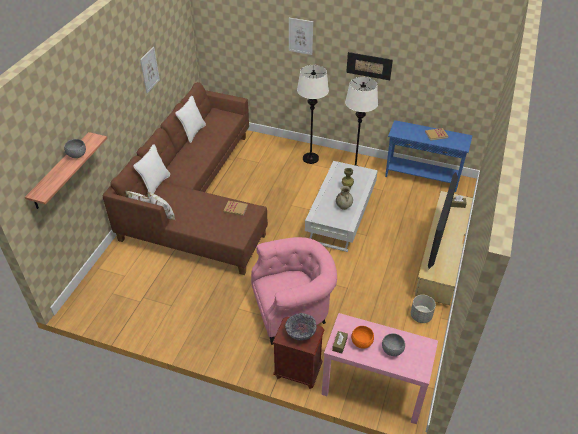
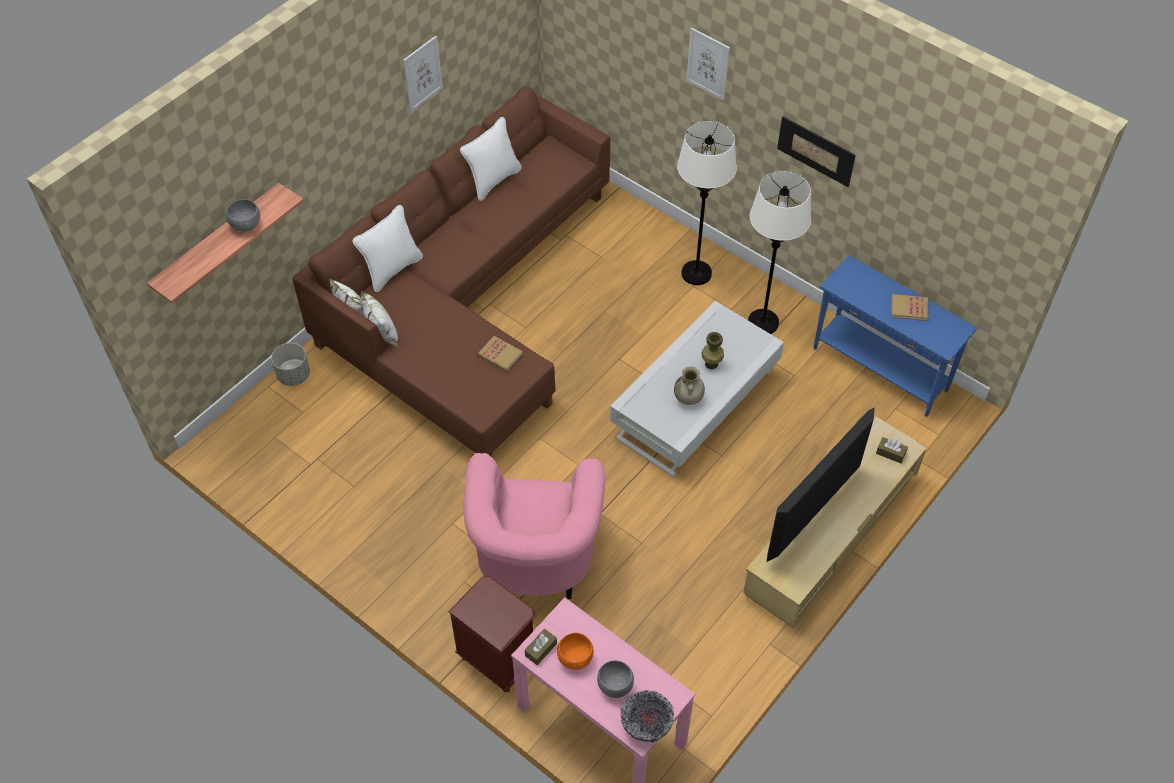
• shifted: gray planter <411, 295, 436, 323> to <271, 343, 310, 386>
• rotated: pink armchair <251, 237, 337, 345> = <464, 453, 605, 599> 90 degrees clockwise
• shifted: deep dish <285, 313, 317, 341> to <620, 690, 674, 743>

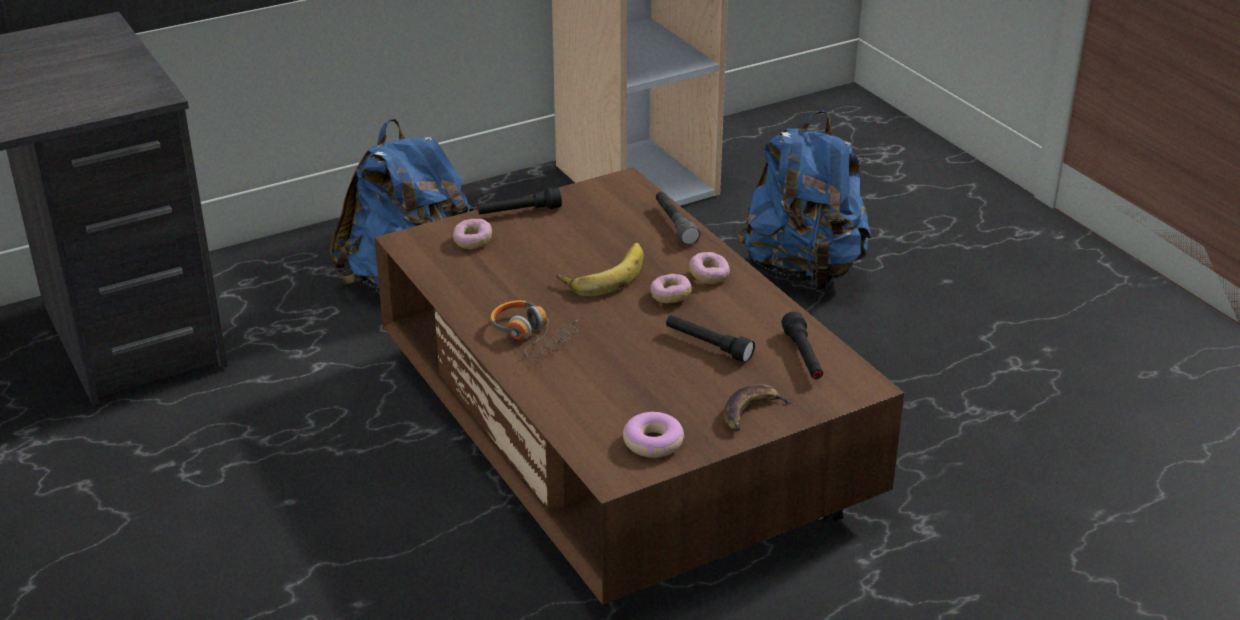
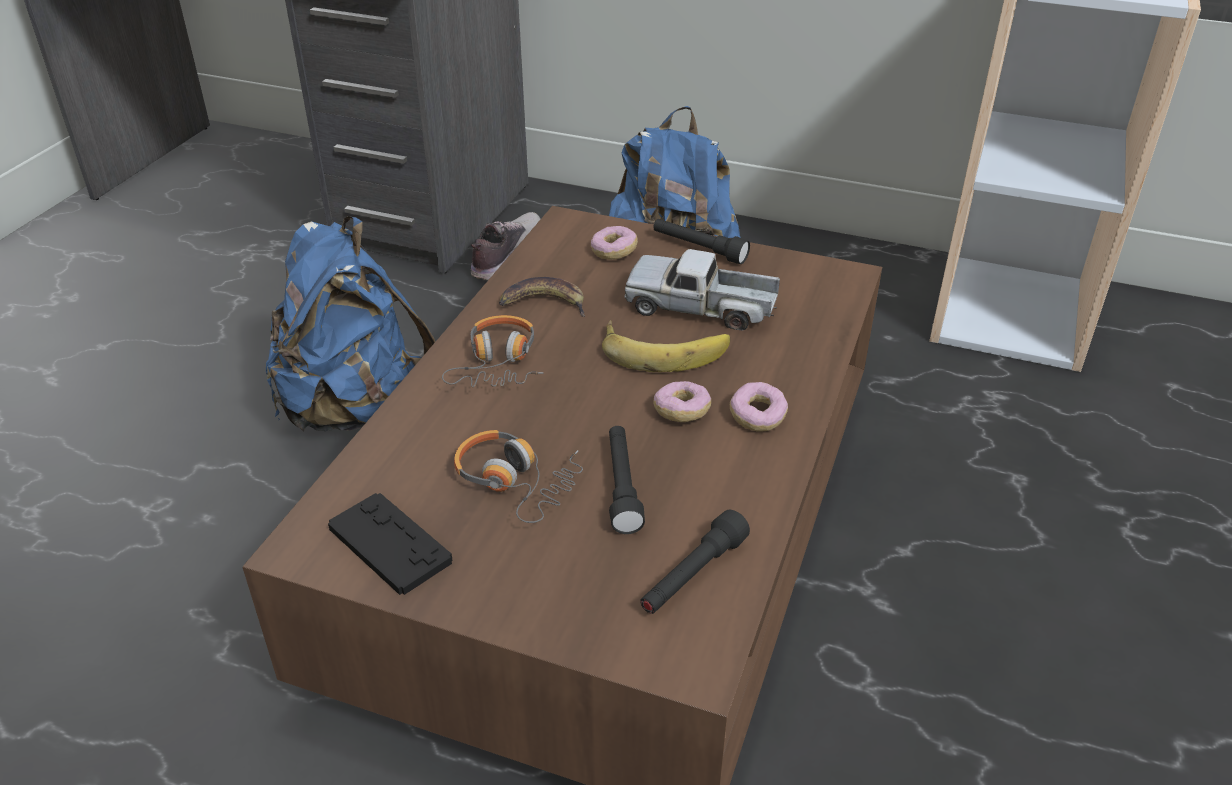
• shifted: bluish knapsack <736, 111, 872, 291> to <266, 216, 436, 431>
• swapped: doughnut <623, 412, 685, 458> to black joypad <328, 493, 452, 595>
• new: headset <454, 430, 583, 523>
• new: item of footwear <471, 212, 540, 280>
• shifted: banana fruit <724, 384, 794, 431> to <499, 277, 585, 317>
• new: toy truck <624, 249, 780, 330>
• gone: gray torch <656, 192, 700, 245>

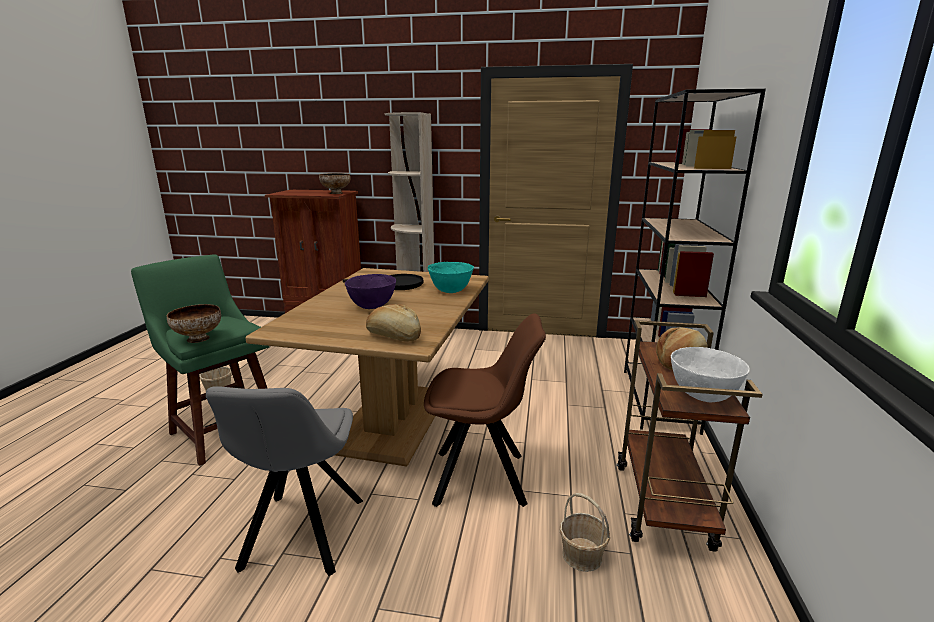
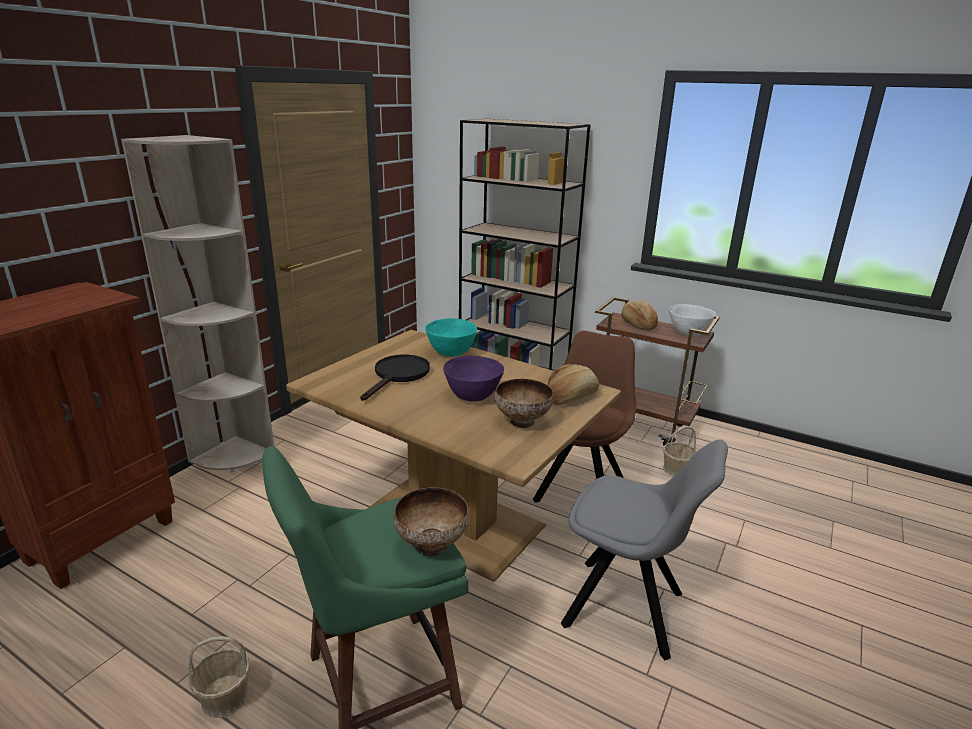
• shifted: deep dish <319, 173, 351, 194> to <495, 379, 554, 428>

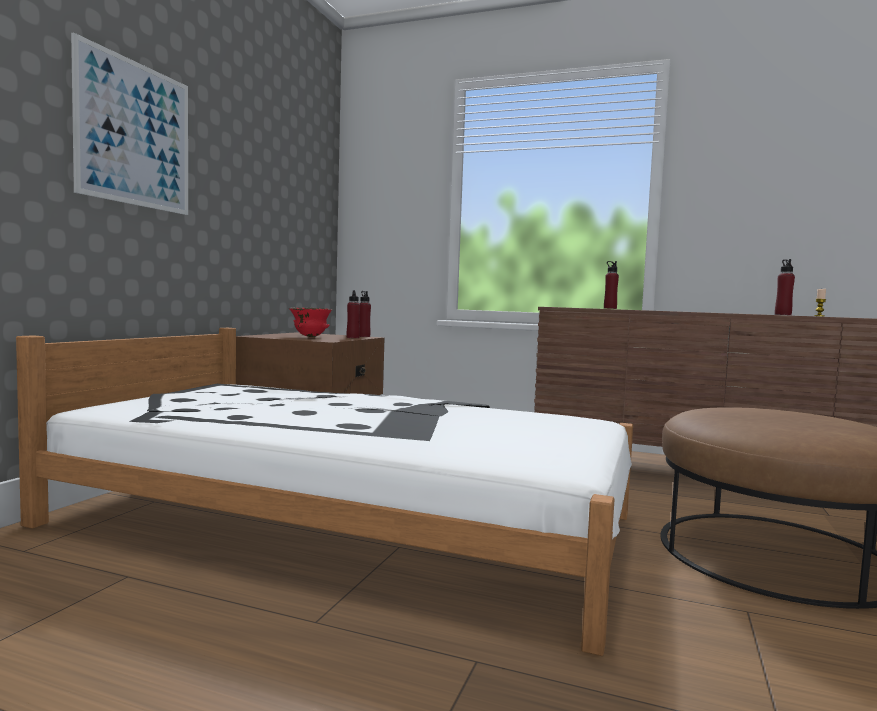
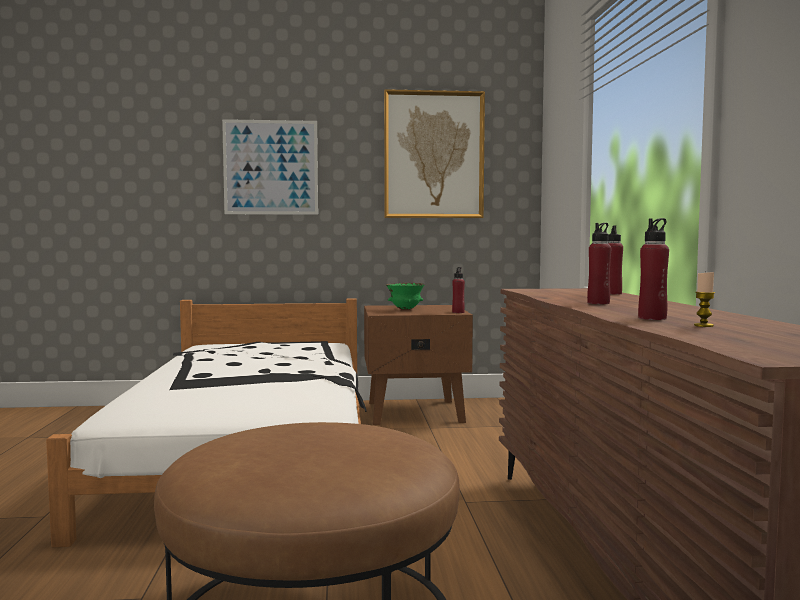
• new: wall art <384, 89, 485, 218>
• repainted: red deep dish <289, 307, 332, 337> to green-coloured deep dish <386, 283, 425, 310>
• shifted: red beverage bottle <347, 290, 360, 338> to <587, 223, 611, 304>

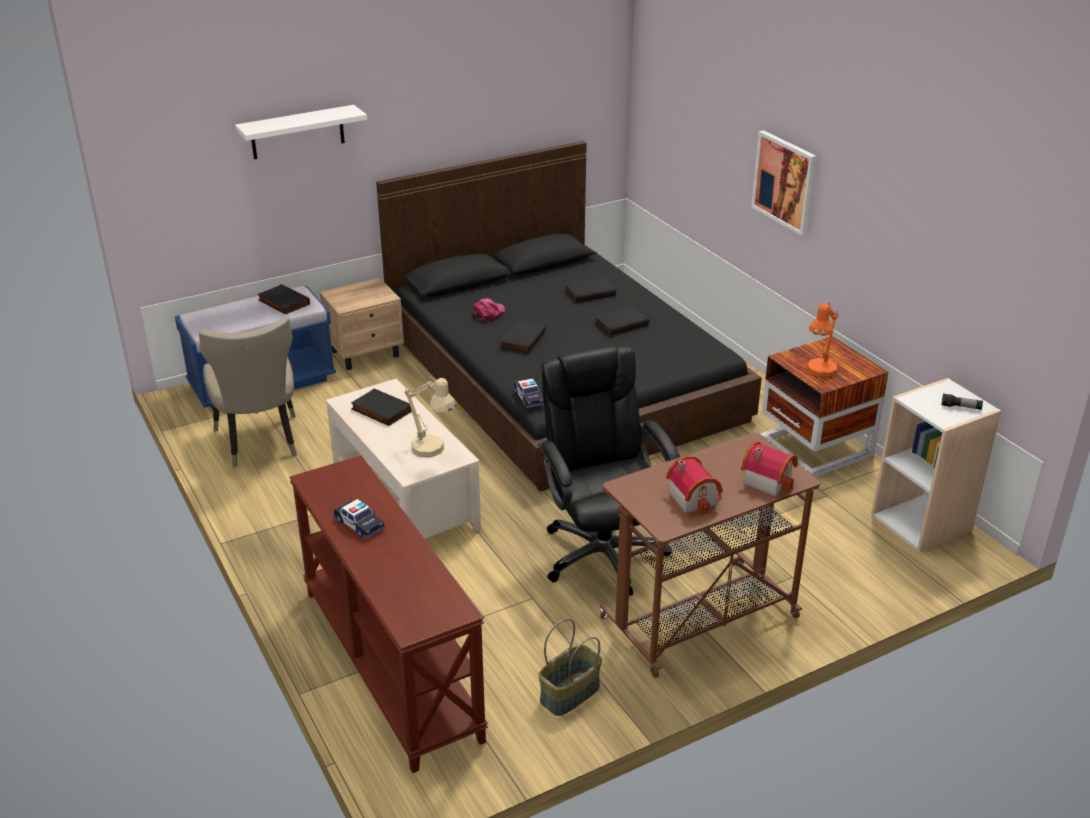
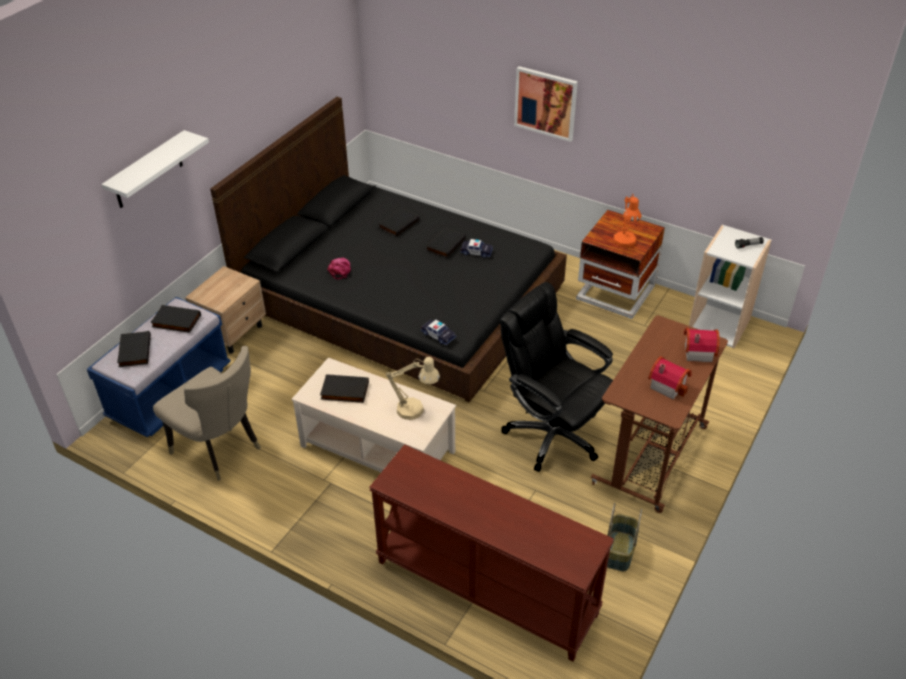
• shifted: black volume <500, 321, 546, 353> to <117, 331, 151, 367>
• shifted: toy car <333, 499, 385, 539> to <460, 239, 493, 258>

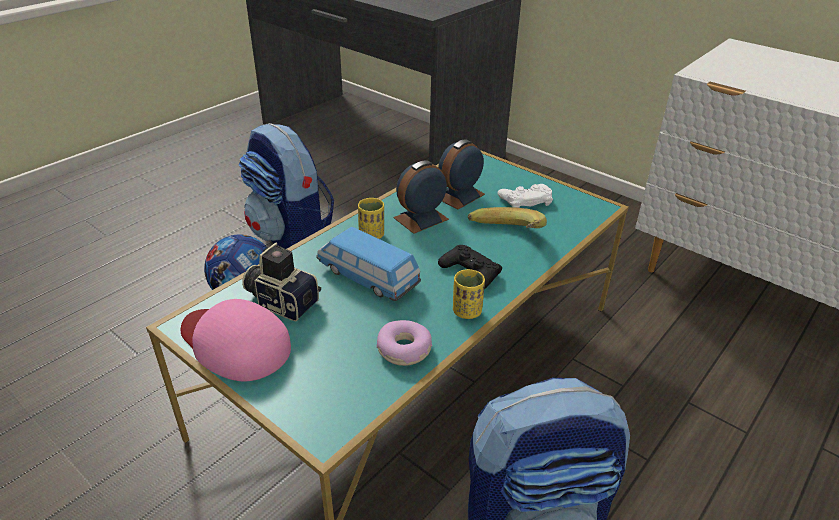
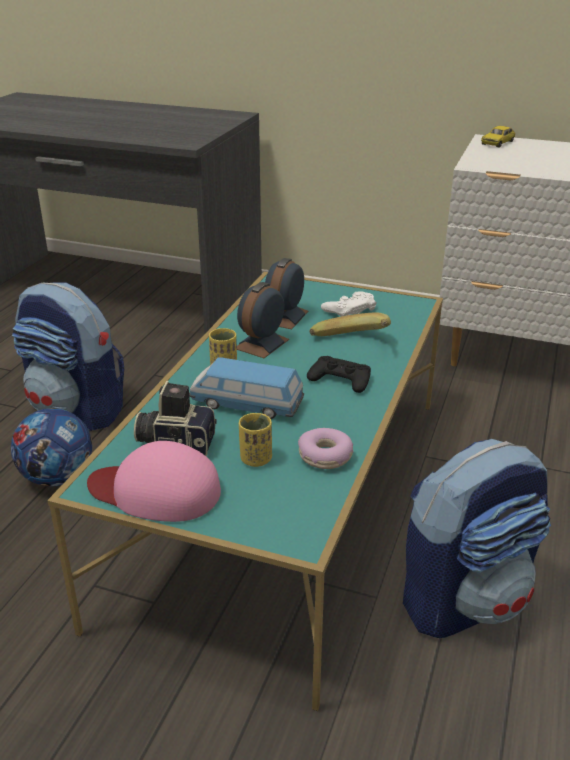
• shifted: yellowish drinking cup <453, 269, 485, 319> to <239, 413, 272, 467>
• new: toy car <481, 126, 515, 148>

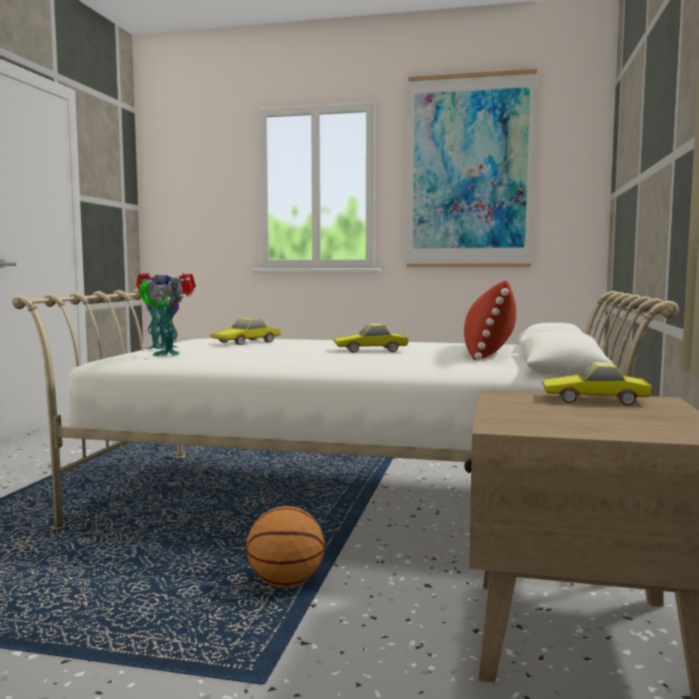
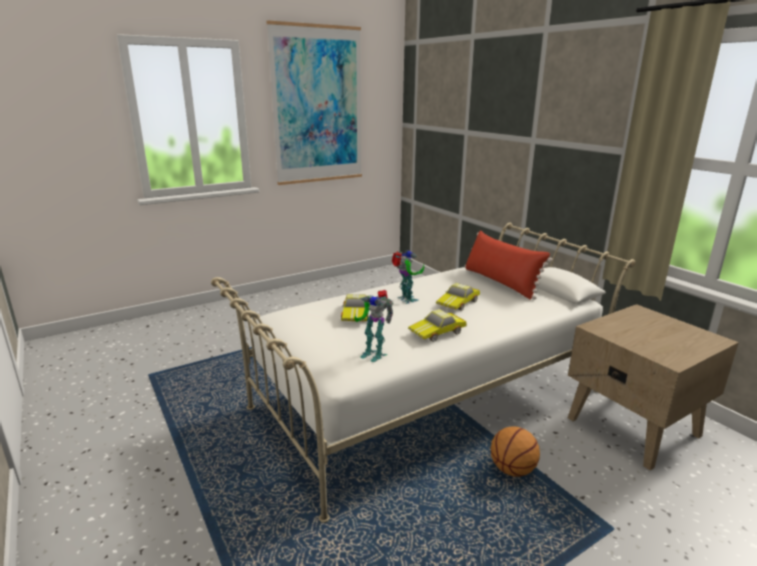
• shifted: model robot <136, 273, 177, 349> to <392, 250, 424, 304>
• shifted: toy car <542, 362, 652, 406> to <408, 309, 467, 342>

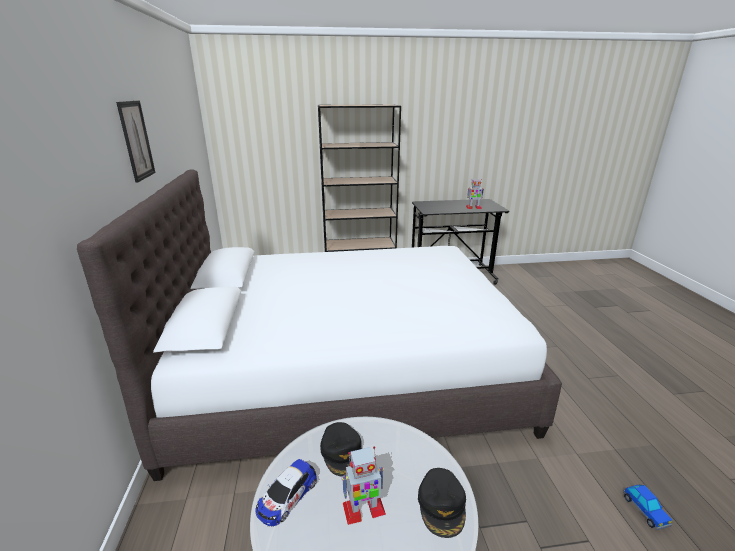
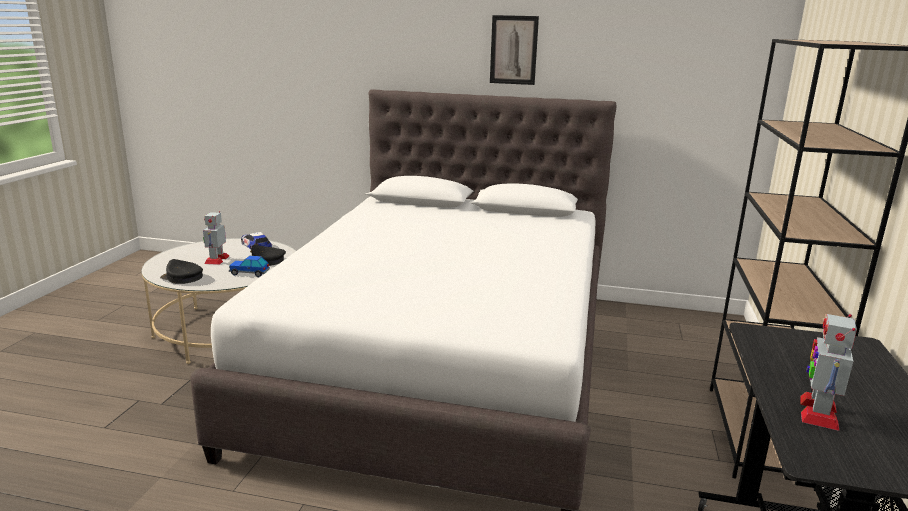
• shifted: toy car <623, 485, 672, 530> to <229, 256, 270, 277>

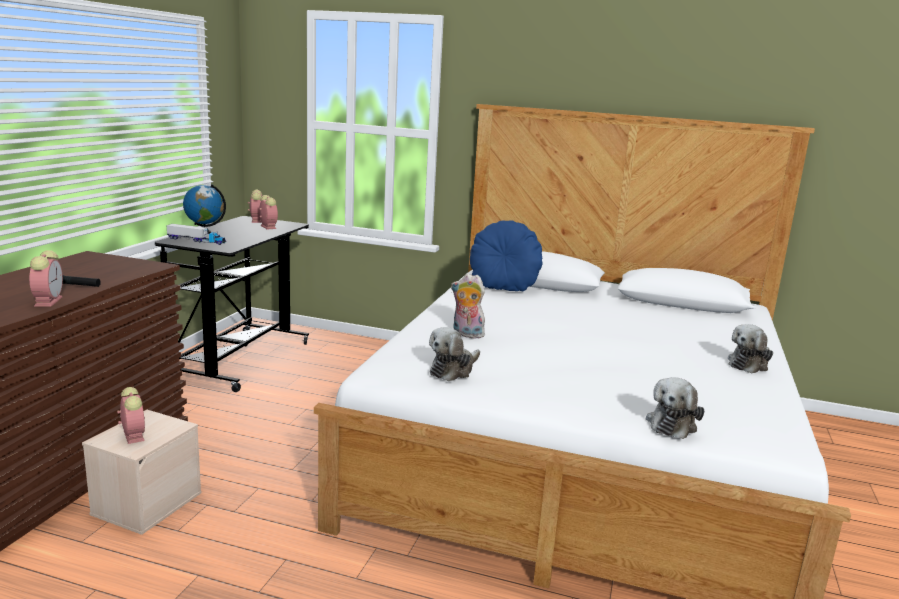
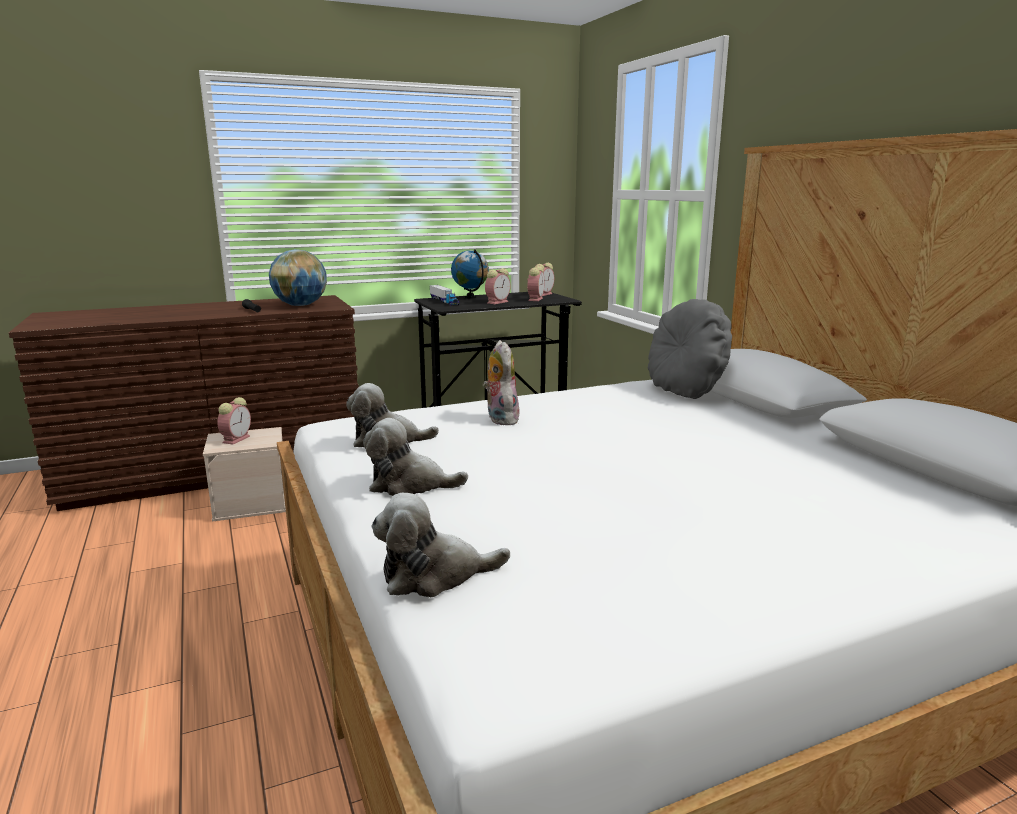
• new: globe <269, 249, 327, 306>
• shifted: plush toy <728, 324, 773, 374> to <363, 418, 468, 496>
• shifted: alarm clock <29, 250, 63, 307> to <485, 268, 511, 304>
• repainted: bluish throw pillow <470, 220, 542, 291> to gray throw pillow <648, 299, 732, 399>

